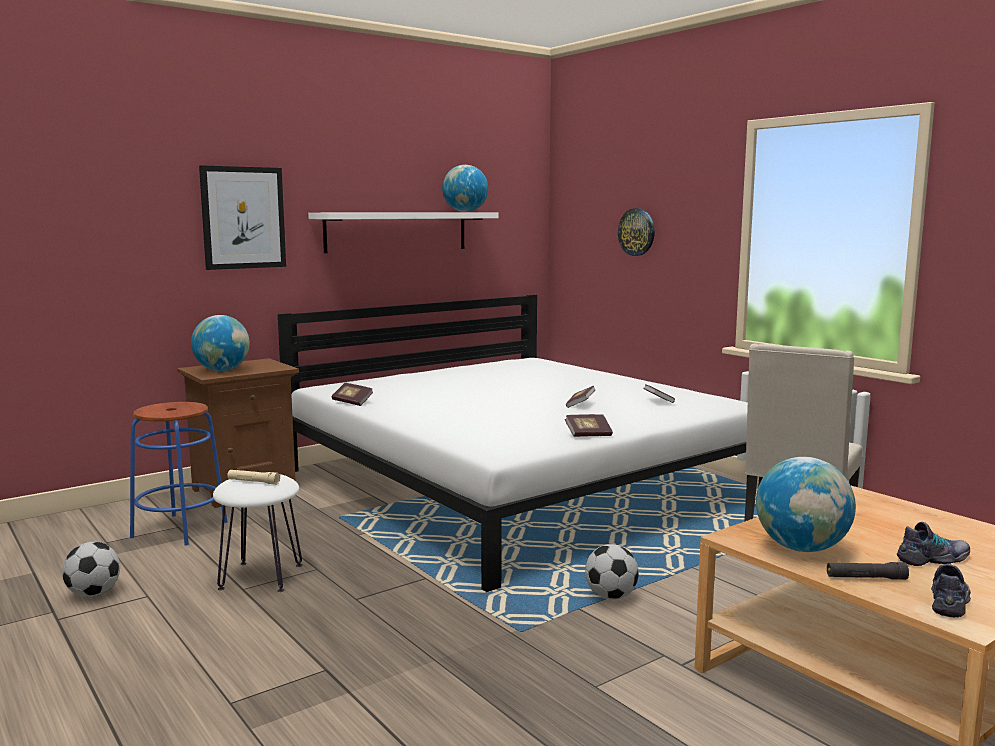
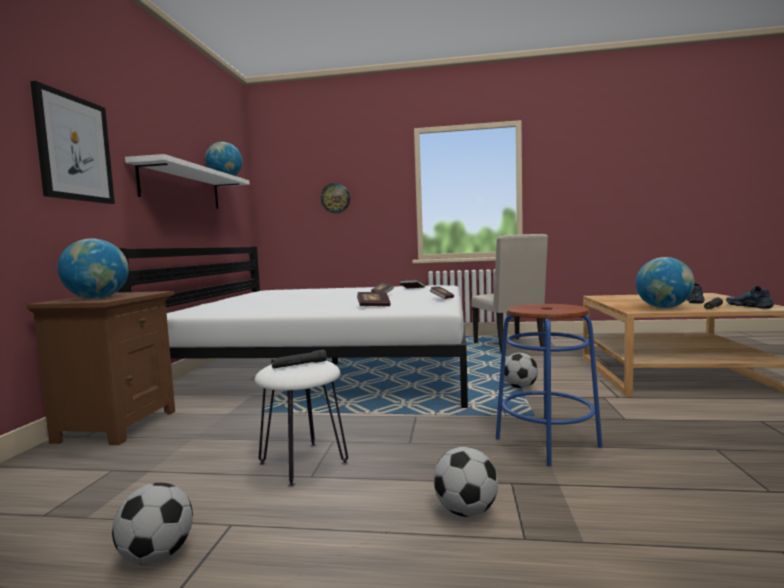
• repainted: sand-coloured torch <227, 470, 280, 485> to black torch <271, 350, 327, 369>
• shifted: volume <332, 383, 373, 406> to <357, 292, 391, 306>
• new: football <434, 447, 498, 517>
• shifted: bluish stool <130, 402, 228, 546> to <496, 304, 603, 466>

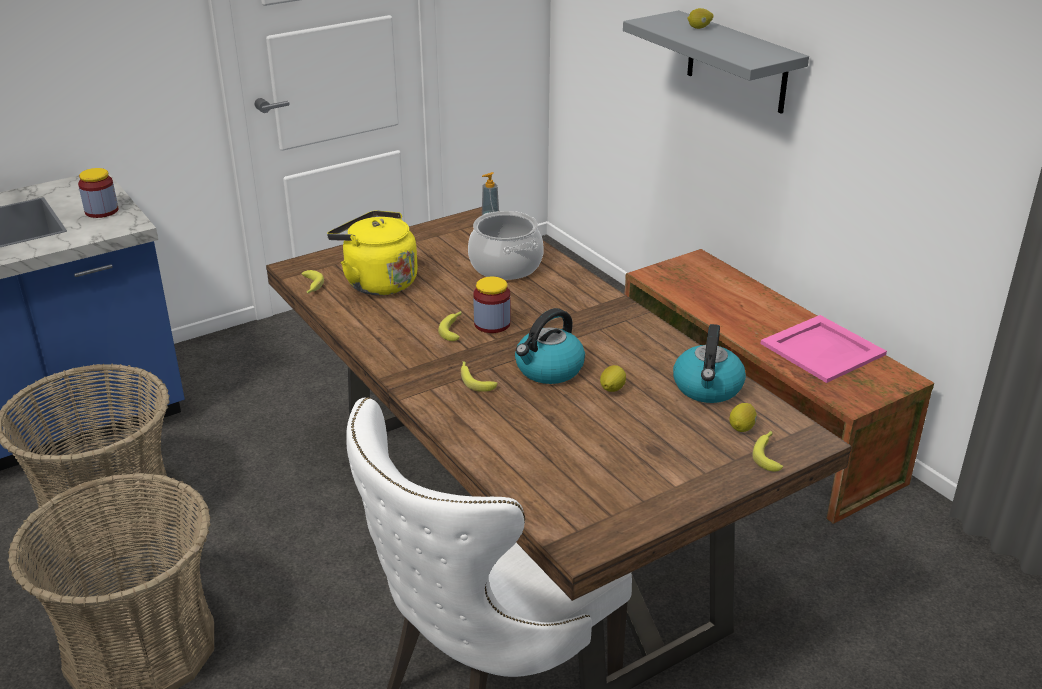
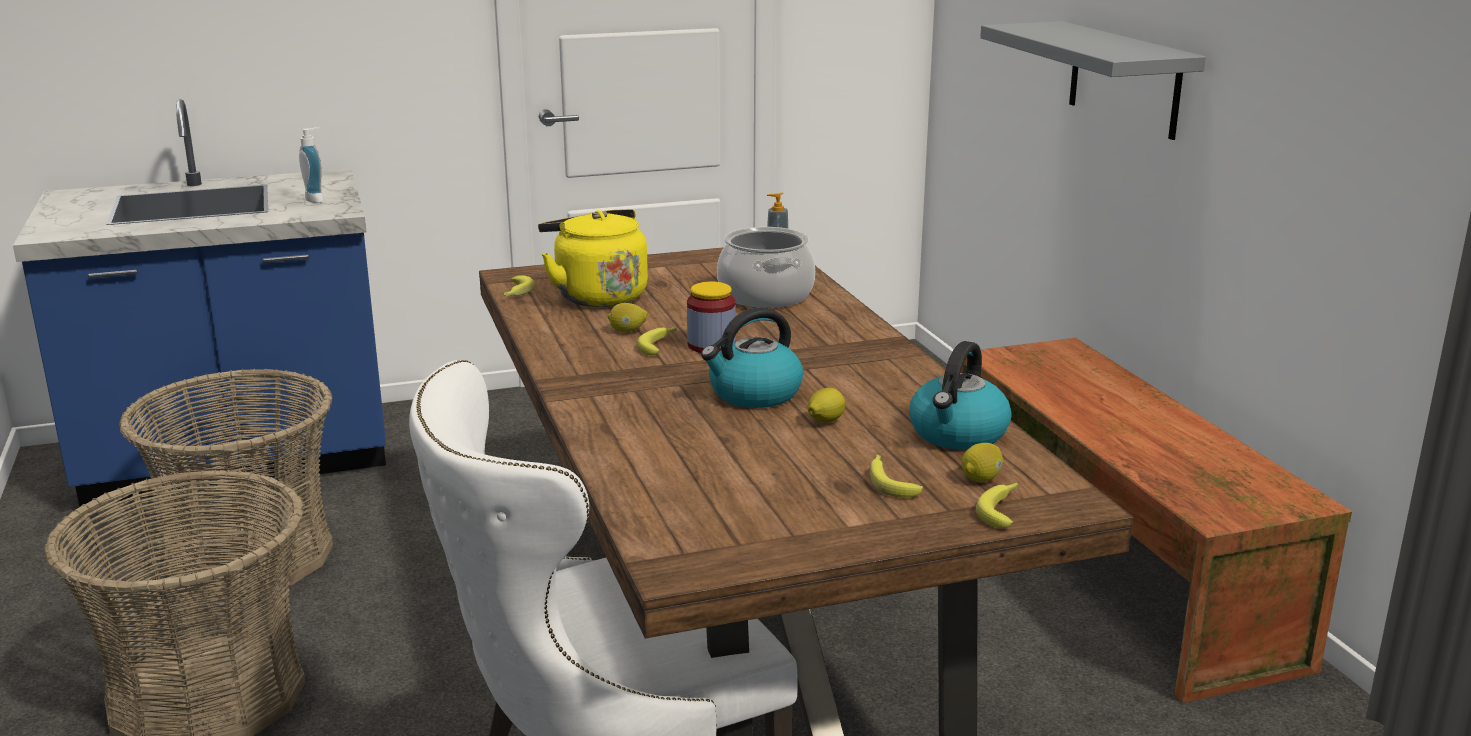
• swapped: preserve jar <78, 168, 118, 218> to soap dispenser <299, 127, 324, 203>
• shifted: whole lemon <687, 8, 713, 29> to <608, 303, 647, 332>
• shifted: banana fruit <461, 361, 497, 392> to <870, 454, 923, 498>
• gone: pink serving tray <761, 315, 887, 383>

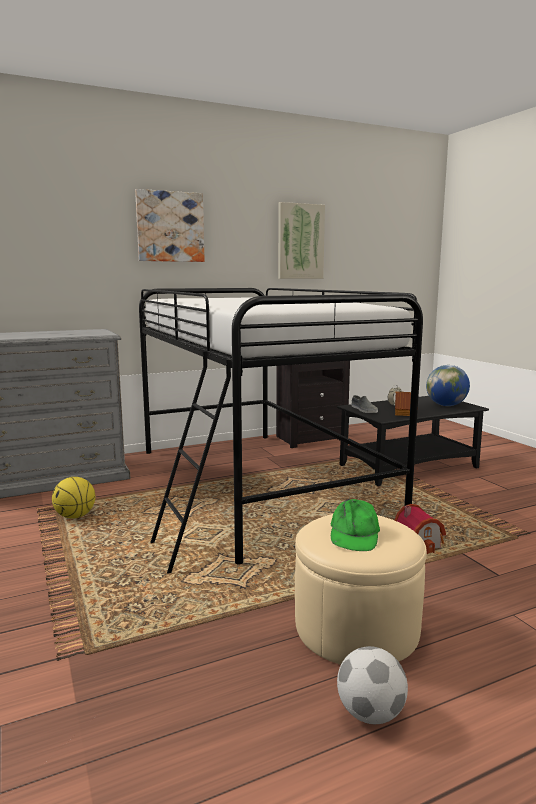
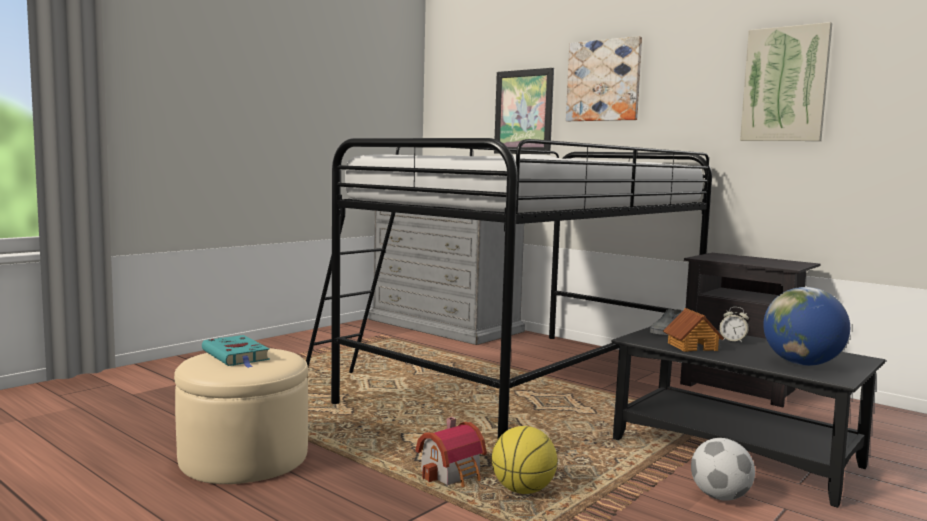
• swapped: green-coloured baseball cap <331, 498, 380, 551> to turquoise-coloured volume <202, 335, 270, 368>
• shifted: basketball ball <52, 477, 95, 519> to <492, 426, 557, 494>
• new: wall art <494, 68, 554, 154>
• shifted: football <337, 646, 408, 724> to <691, 438, 755, 501>

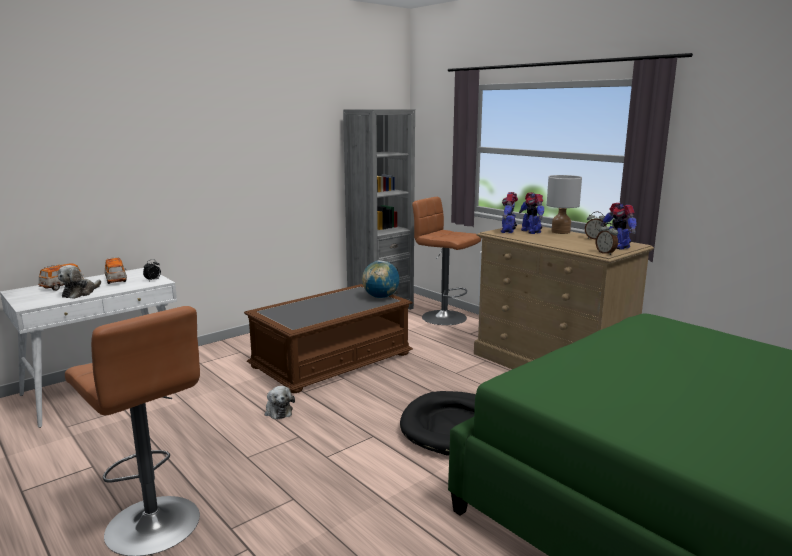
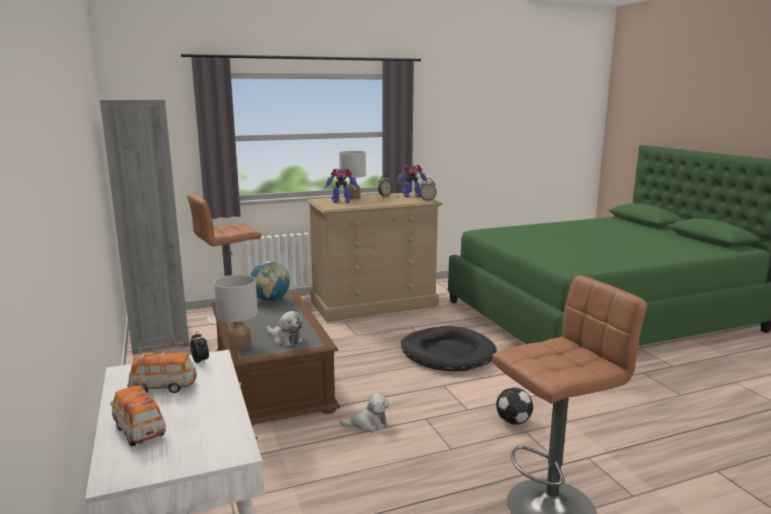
• new: gray table lamp <214, 275, 258, 350>
• shifted: plush toy <58, 265, 101, 299> to <267, 311, 303, 346>
• new: football <496, 387, 533, 425>
• gone: model robot <501, 192, 518, 233>

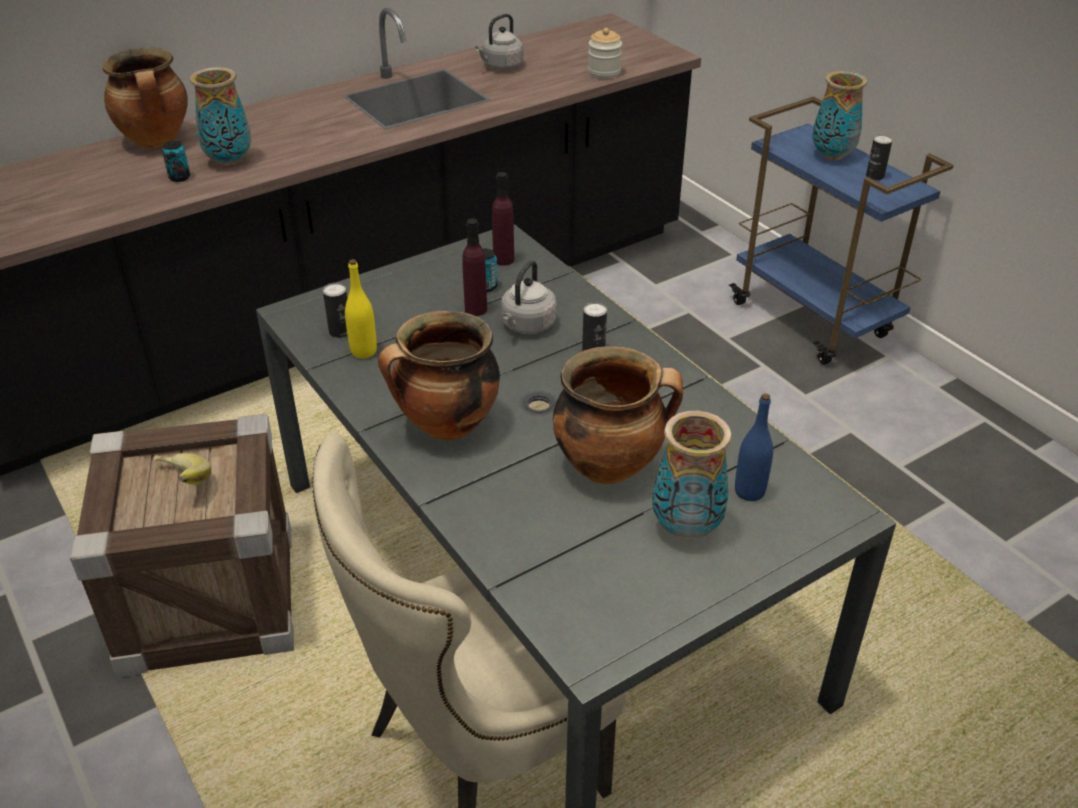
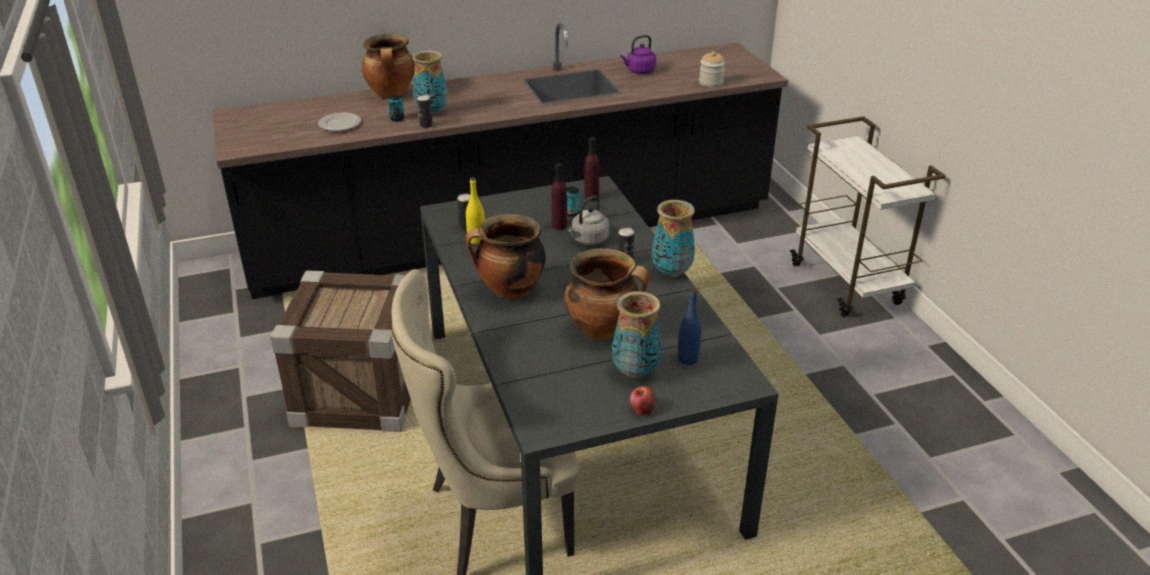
• new: plate <318, 113, 361, 131>
• shifted: metal can <866, 135, 892, 181> to <417, 95, 433, 128>
• repainted: gray kettle <475, 14, 523, 70> to purplish kettle <620, 35, 656, 74>
• new: whole apple <630, 386, 656, 415>
• shifted: flower vase <812, 71, 867, 161> to <652, 200, 695, 277>
• repainted: bluish wheeled cart <729, 97, 954, 365> to white wheeled cart <789, 116, 946, 316>
• gone: banana fruit <154, 453, 211, 485>

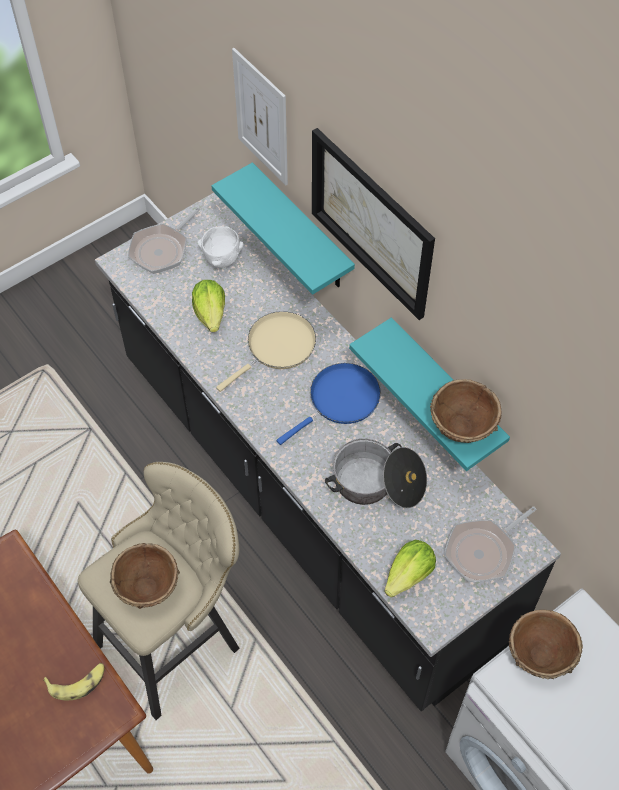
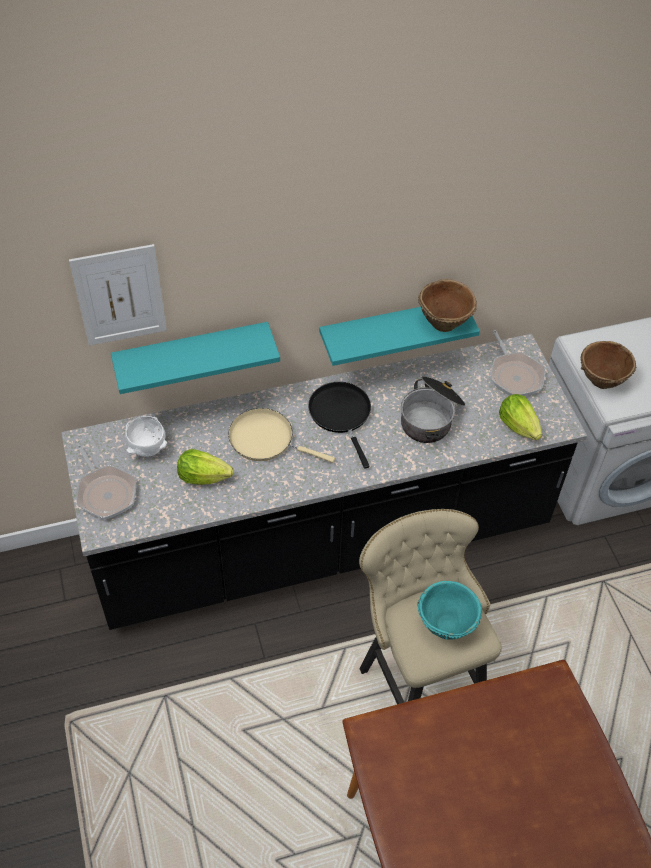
• rotated: sand-coloured frying pan <216, 311, 316, 392> = <228, 408, 335, 463> 45 degrees counterclockwise
• repainted: bluish frying pan <277, 363, 381, 445> to black frying pan <308, 382, 371, 469>
• repainted: brownish deep dish <110, 543, 180, 609> to turquoise-coloured deep dish <417, 581, 482, 640>
• gone: banana fruit <43, 663, 104, 700>
• gone: wall art <312, 128, 435, 320>

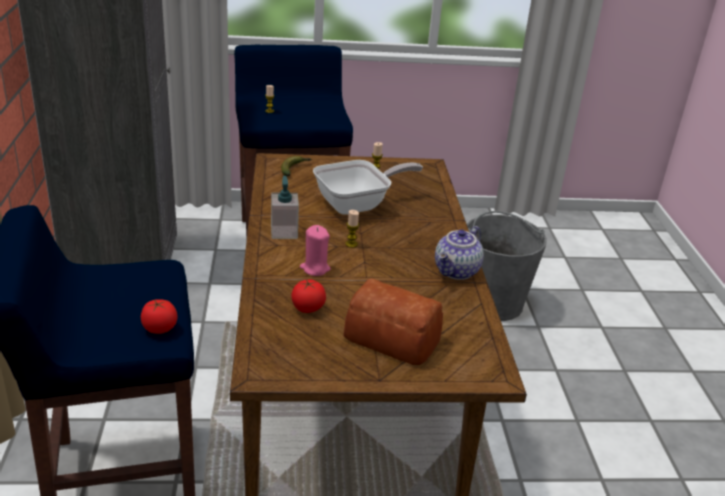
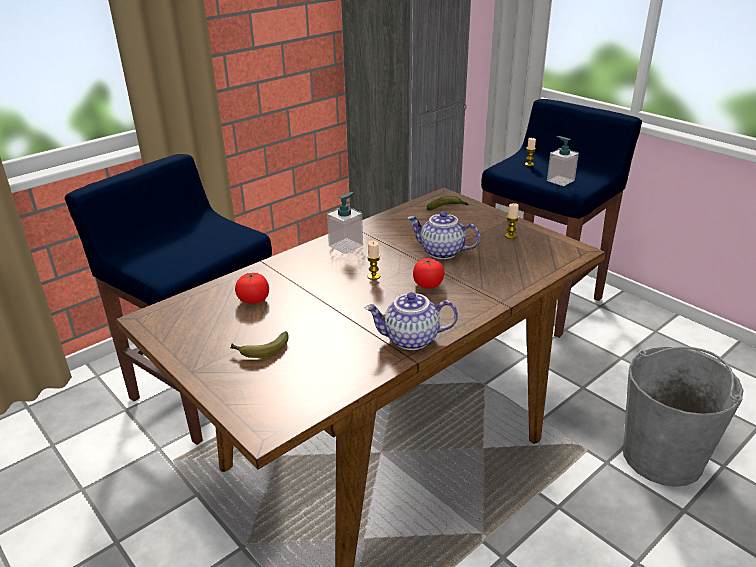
• swapped: bread <343, 278, 443, 365> to banana fruit <230, 331, 289, 358>
• swapped: frying pan <313, 160, 423, 215> to tea pot <408, 211, 480, 259>
• shifted: tomato <141, 299, 177, 334> to <413, 258, 444, 289>
• new: soap dispenser <547, 136, 579, 186>
• gone: pink wax light <300, 225, 331, 276>

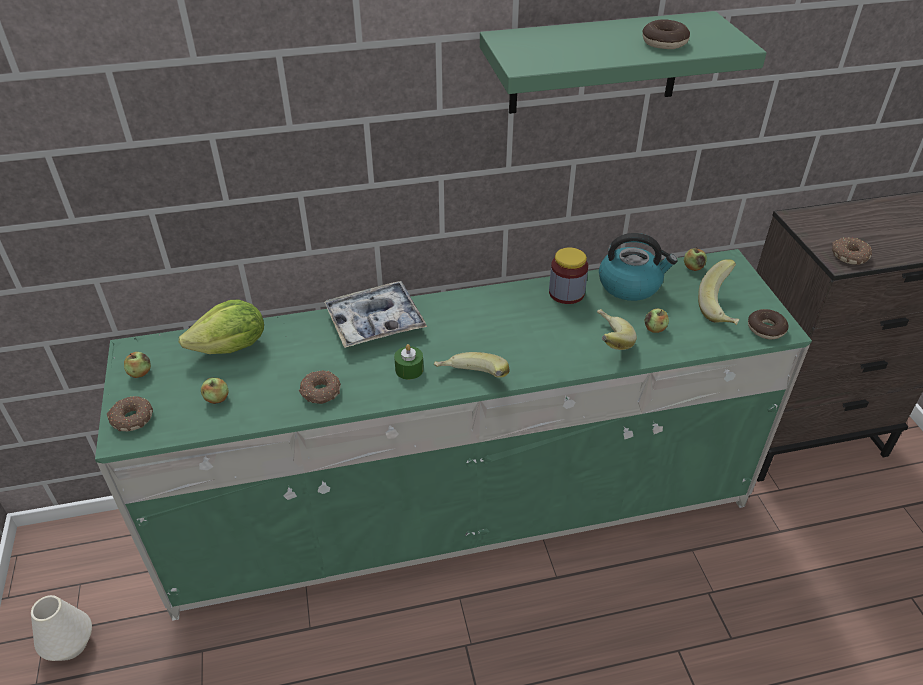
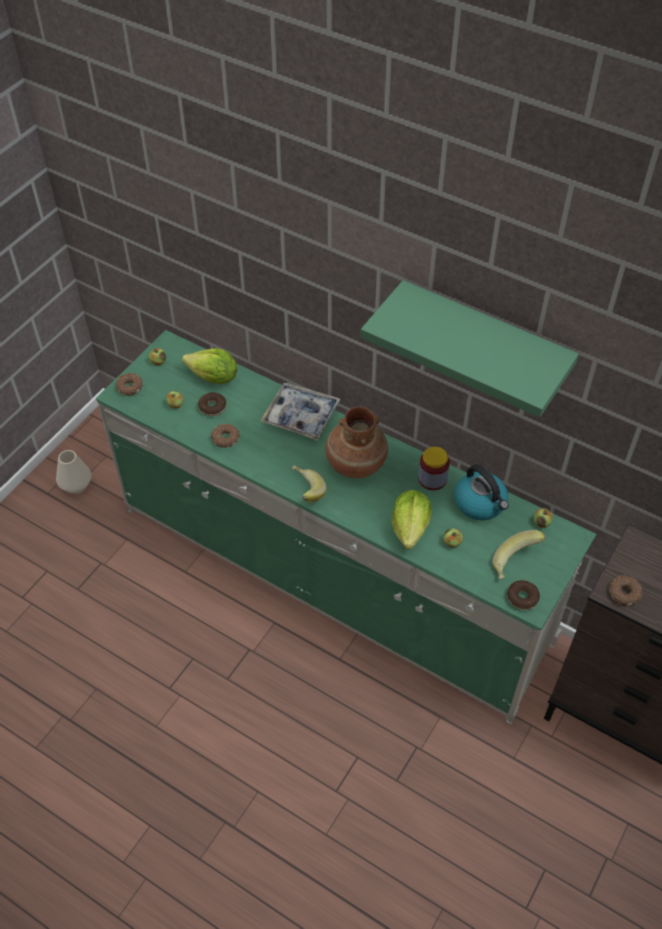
• shifted: doughnut <643, 19, 690, 49> to <198, 392, 226, 416>
• new: brownish flower vase <326, 406, 388, 479>
• swapped: banana fruit <597, 309, 637, 350> to lettuce head <392, 490, 432, 549>
• gone: green-coloured wax light <394, 344, 424, 380>

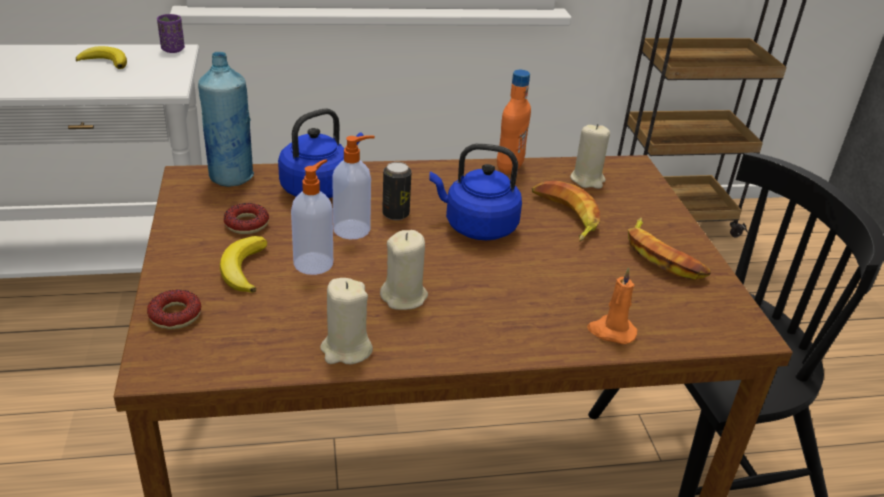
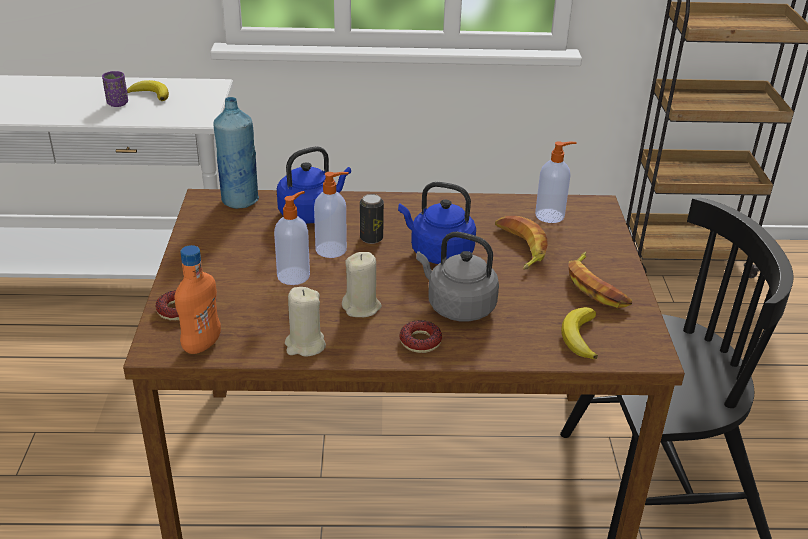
• shifted: purplish drinking cup <157, 14, 185, 53> to <102, 71, 128, 107>
• shifted: orange-coloured beverage bottle <497, 70, 531, 174> to <175, 245, 221, 354>
• shifted: doughnut <224, 203, 269, 234> to <400, 320, 442, 353>
• new: gray kettle <416, 232, 499, 322>
• swapped: sand-coloured wax light <570, 124, 610, 189> to soap dispenser <535, 141, 577, 223>
• shifted: banana fruit <220, 236, 267, 293> to <561, 307, 598, 359>
• gone: orange-coloured wax light <587, 267, 637, 344>

